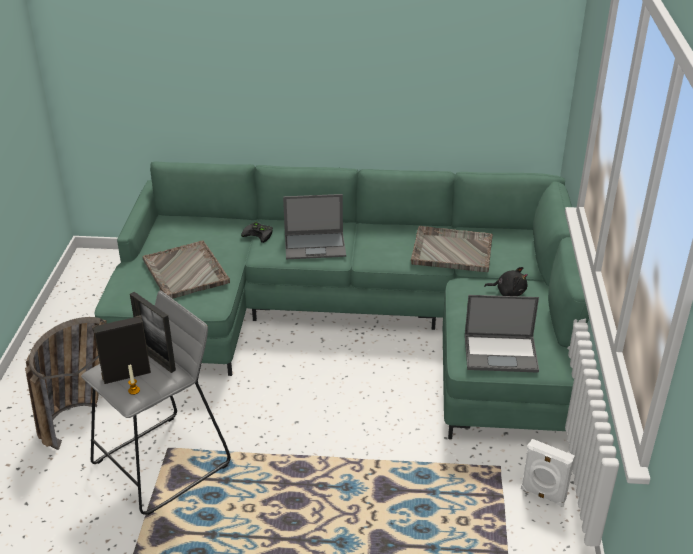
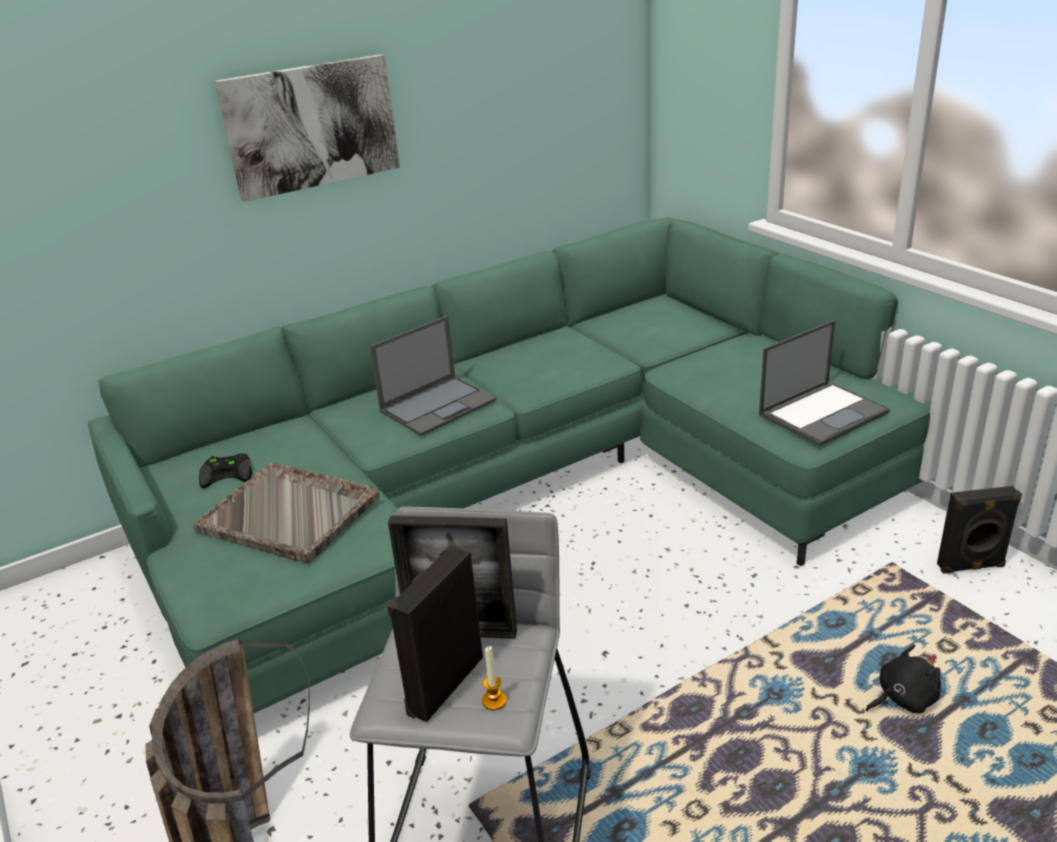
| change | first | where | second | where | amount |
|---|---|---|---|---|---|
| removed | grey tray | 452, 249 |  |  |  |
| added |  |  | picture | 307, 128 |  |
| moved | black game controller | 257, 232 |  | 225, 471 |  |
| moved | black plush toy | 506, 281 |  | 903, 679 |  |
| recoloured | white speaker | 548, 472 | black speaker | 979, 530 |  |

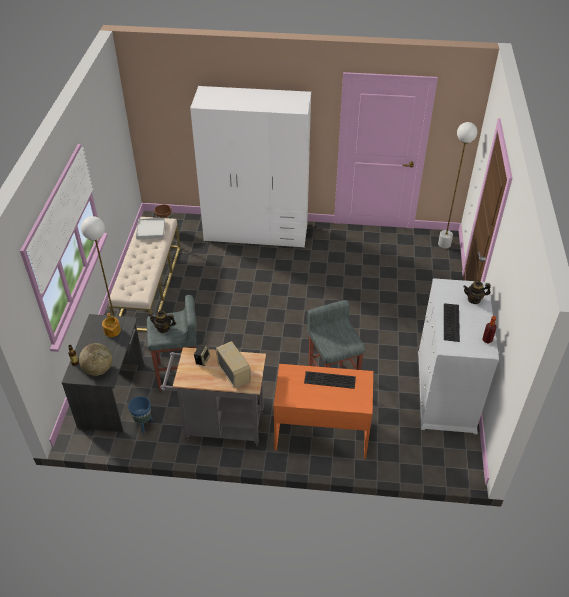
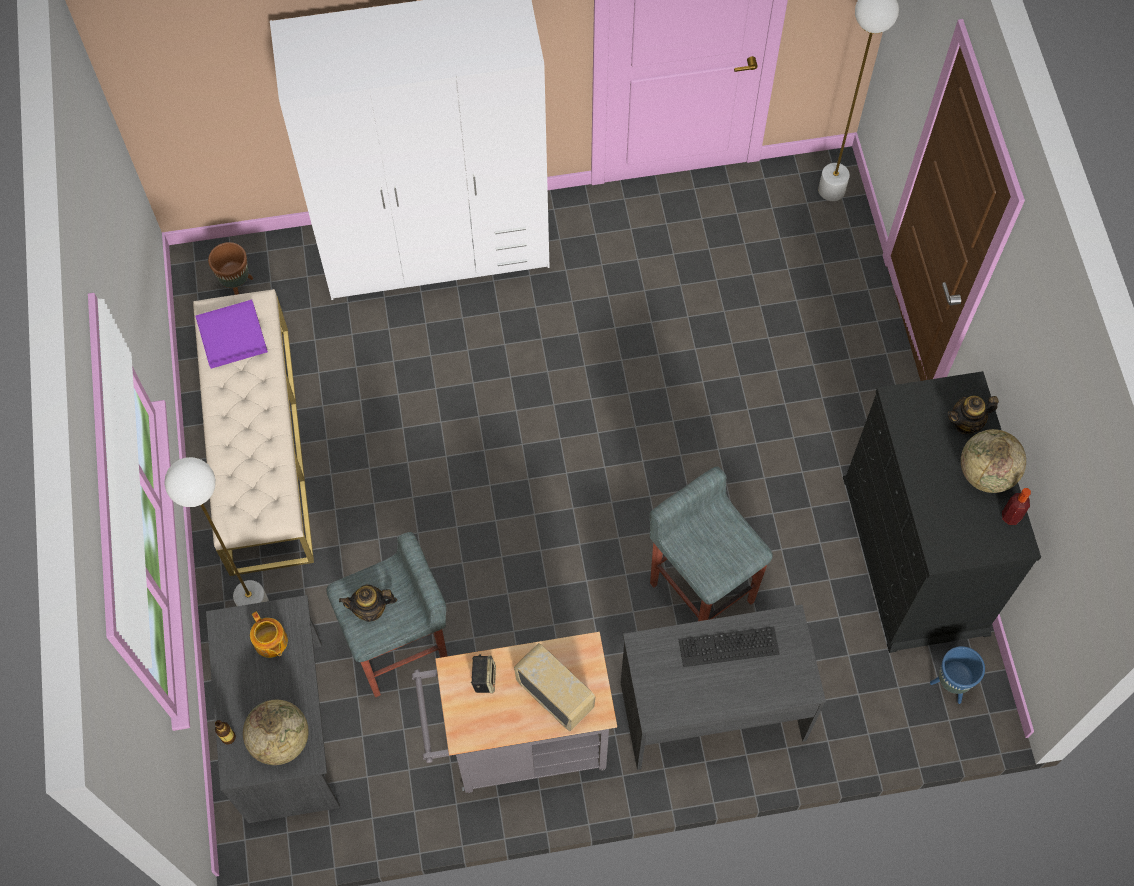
| change | first | where | second | where | amount |
|---|---|---|---|---|---|
| removed | keyboard | 452, 322 |  |  |  |
| added |  |  | globe | 993, 461 |  |
| moved | blue planter | 140, 415 |  | 957, 675 |  |
| recoloured | white tray | 150, 228 | purple tray | 231, 334 |  |
| recoloured | orange desk | 323, 411 | grey desk | 723, 687 |  |
| recoloured | white dresser | 458, 356 | black dresser | 942, 512 |  |

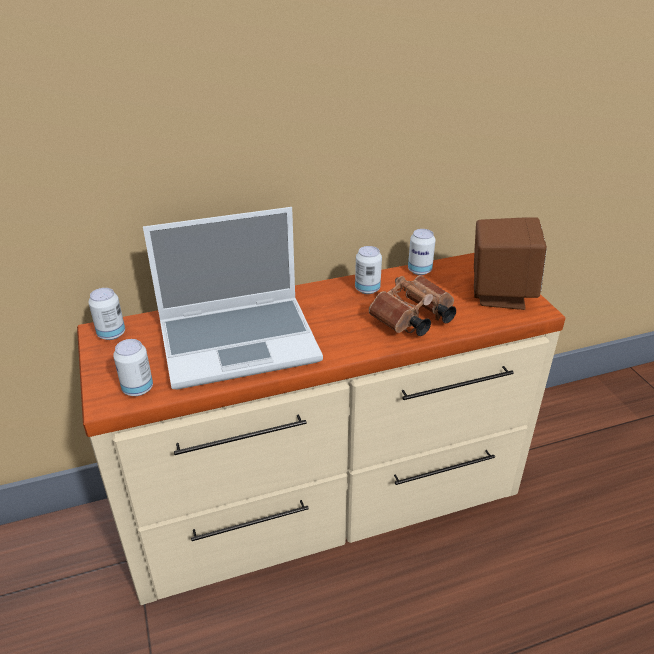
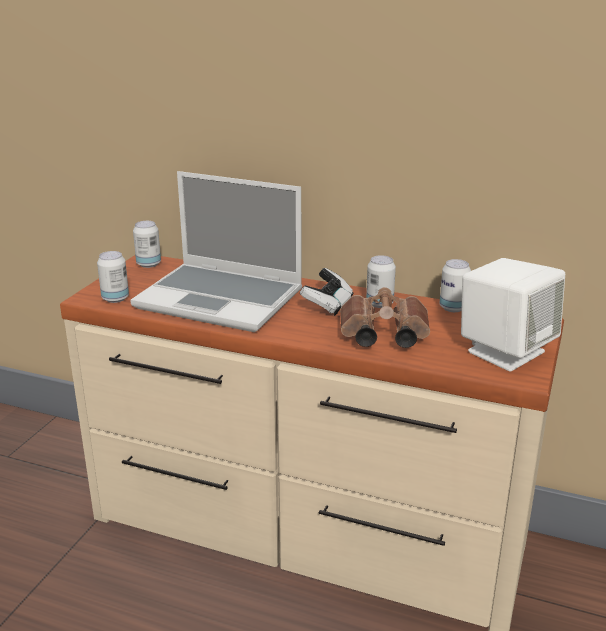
| change | first | where | second | where | amount |
|---|---|---|---|---|---|
| added |  |  | game controller | 326, 292 |  |
| recoloured | brown speaker | 510, 263 | white speaker | 513, 315 |  |

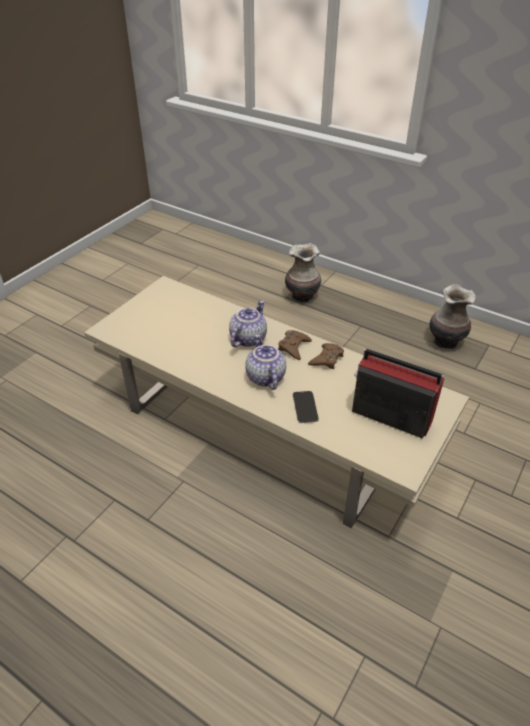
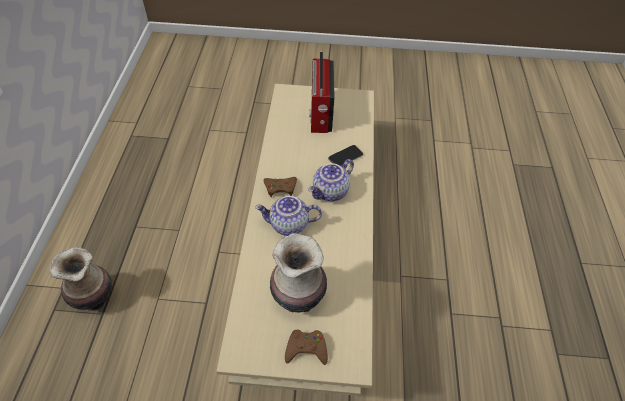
| change | first | where | second | where | amount |
|---|---|---|---|---|---|
| moved | brown game controller | 326, 356 |  | 306, 347 |  |
| moved | vase | 452, 316 |  | 298, 273 |  |

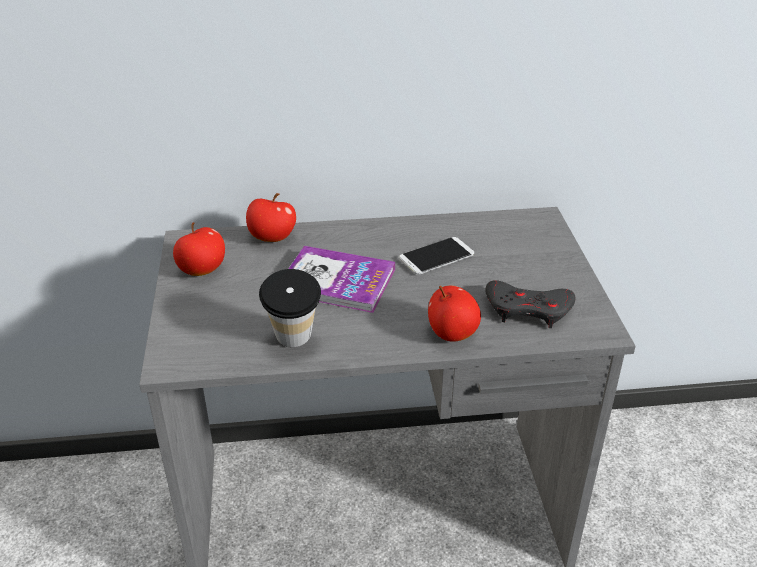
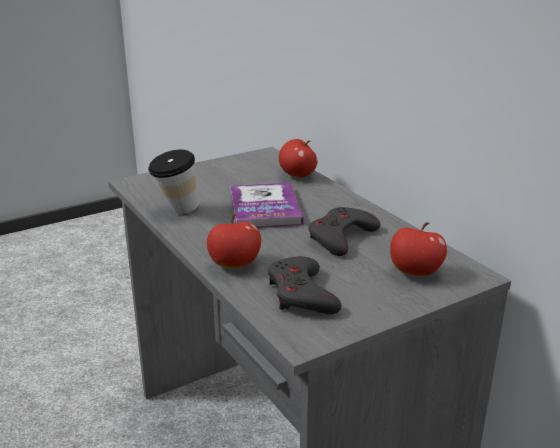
| change | first | where | second | where | amount |
|---|---|---|---|---|---|
| moved | apple | 199, 249 |  | 418, 249 |  |
| replaced | phone | 436, 256 | grey game controller | 344, 231 |  |

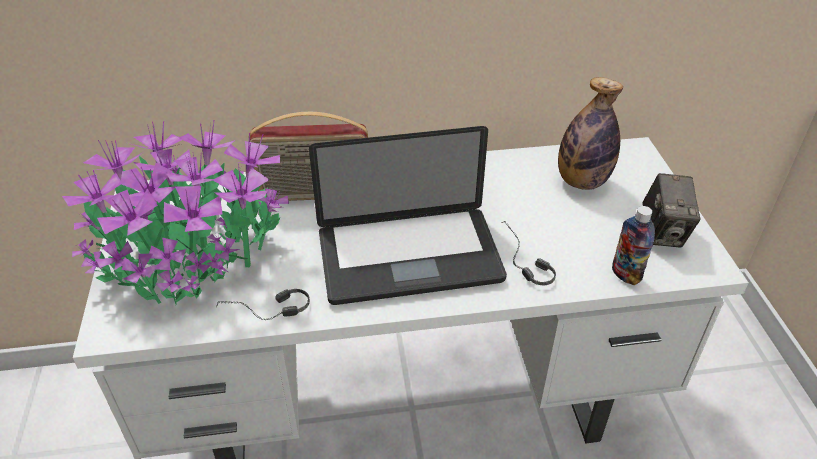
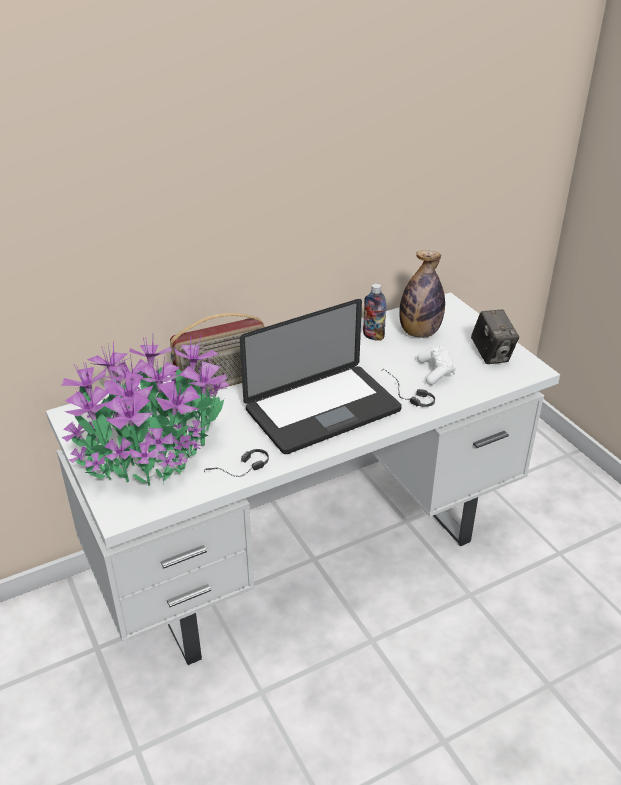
| change | first | where | second | where | amount |
|---|---|---|---|---|---|
| added |  |  | white game controller | 436, 365 |  |
| moved | bottle | 633, 245 |  | 374, 312 |  |

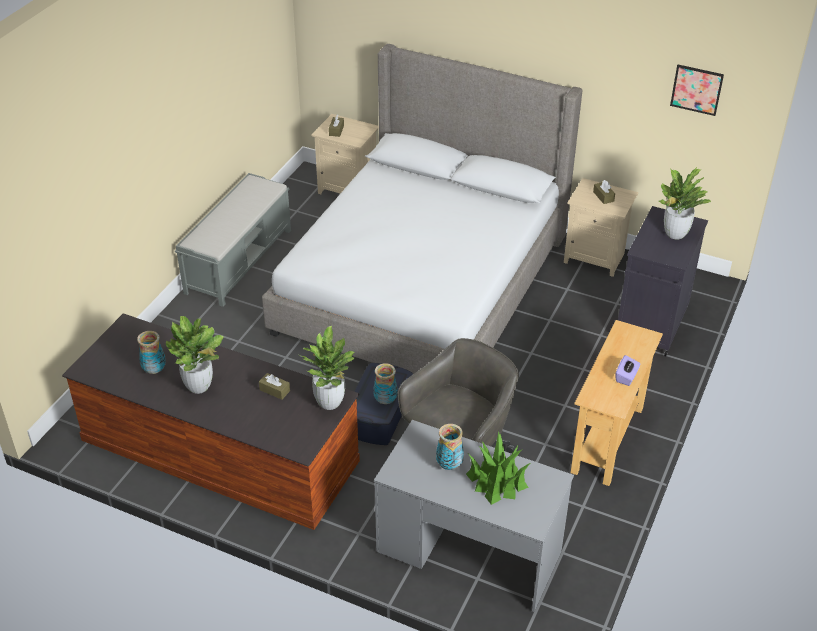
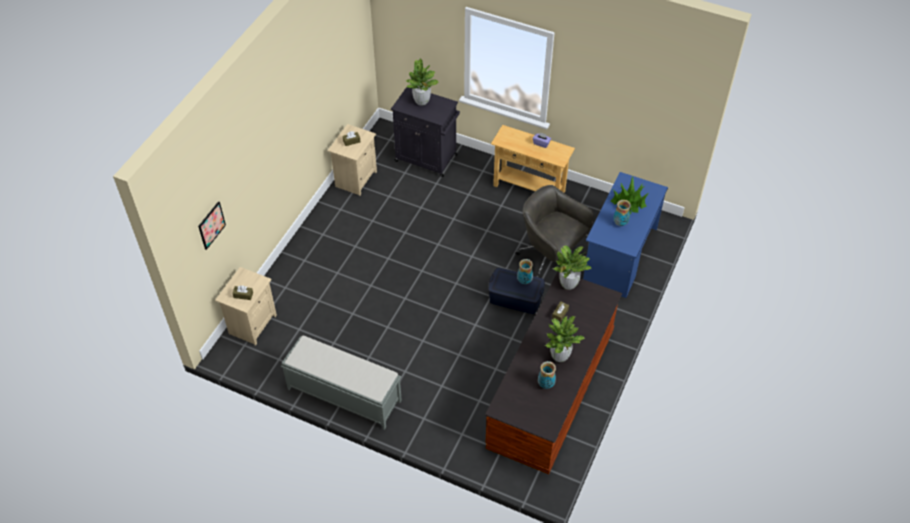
| change | first | where | second | where | amount |
|---|---|---|---|---|---|
| removed | bed | 422, 209 |  |  |  |
| moved | picture | 697, 90 |  | 212, 225 |  |
| recoloured | grey desk | 474, 516 | blue desk | 625, 235 |  |

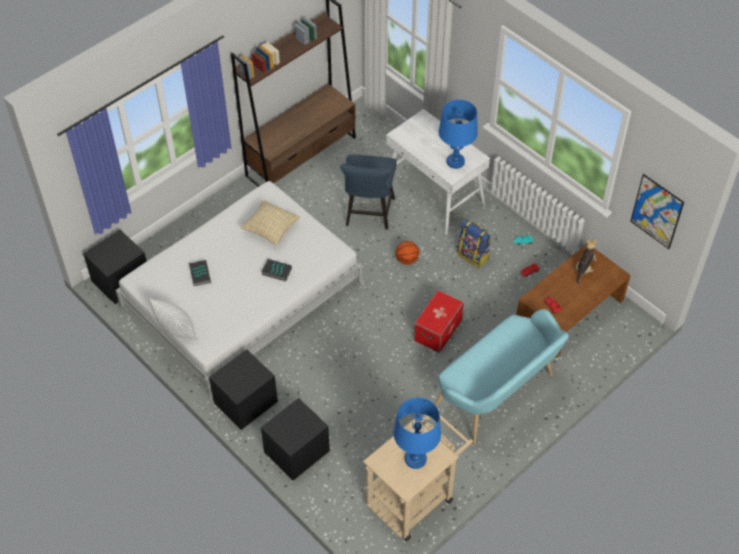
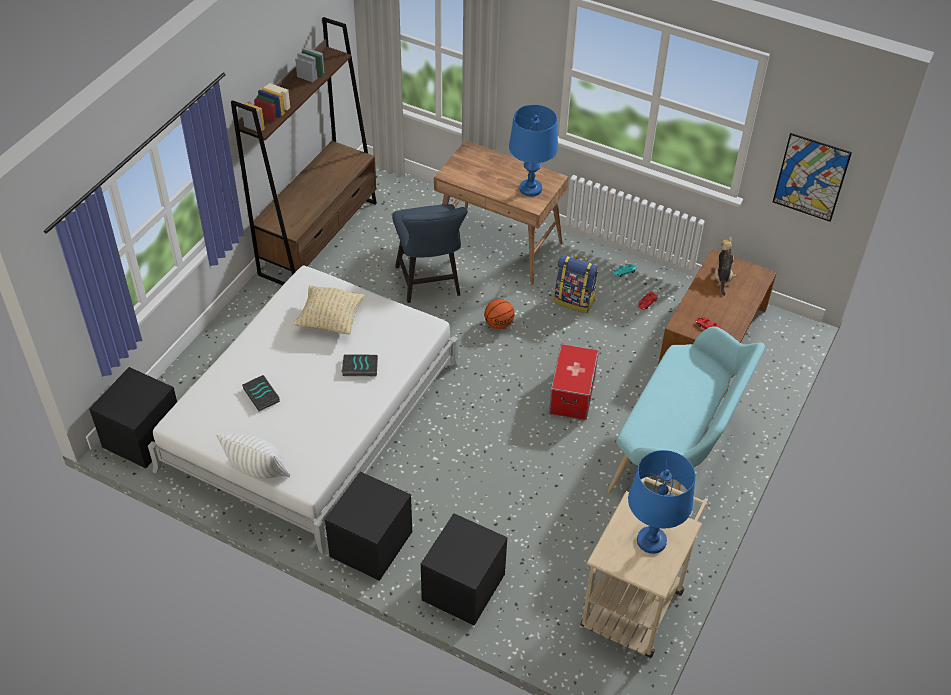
| change | first | where | second | where | amount |
|---|---|---|---|---|---|
| recoloured | white desk | 438, 172 | brown desk | 501, 212 |  |

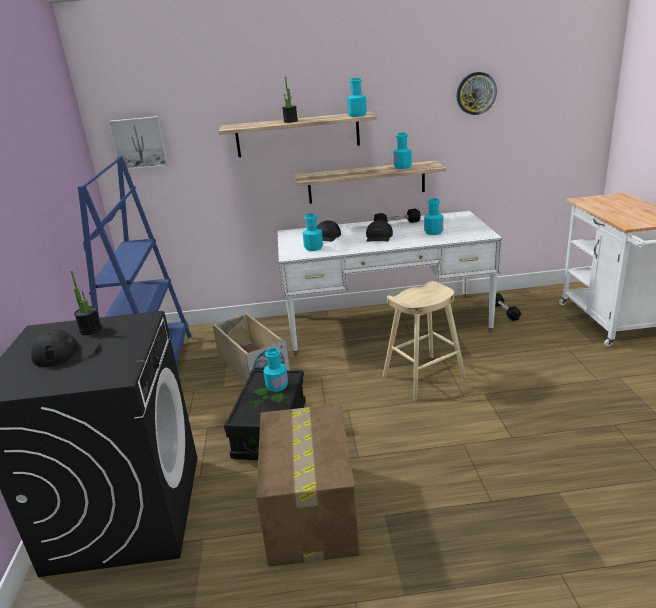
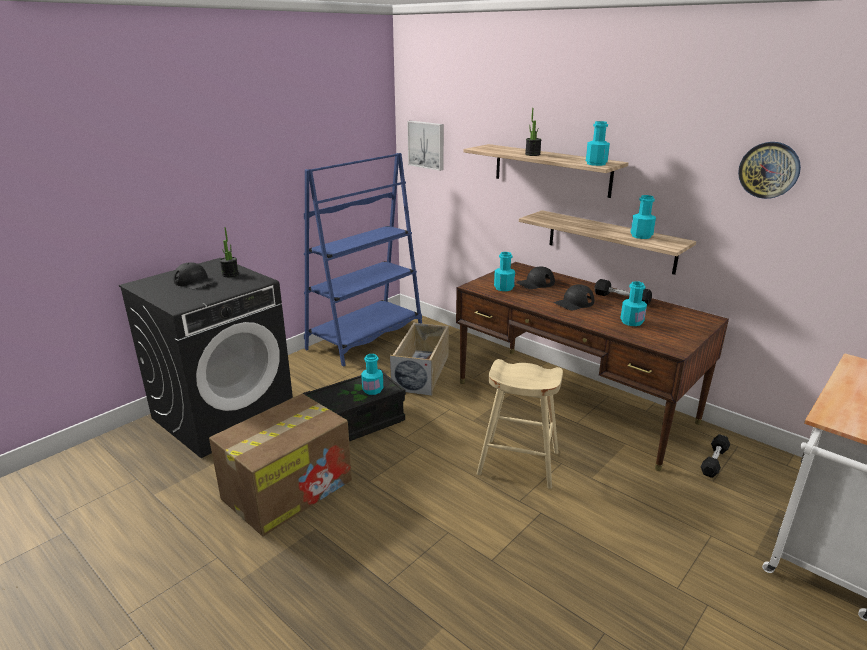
| change | first | where | second | where | amount |
|---|---|---|---|---|---|
| recoloured | white desk | 389, 283 | brown desk | 592, 366 |  |

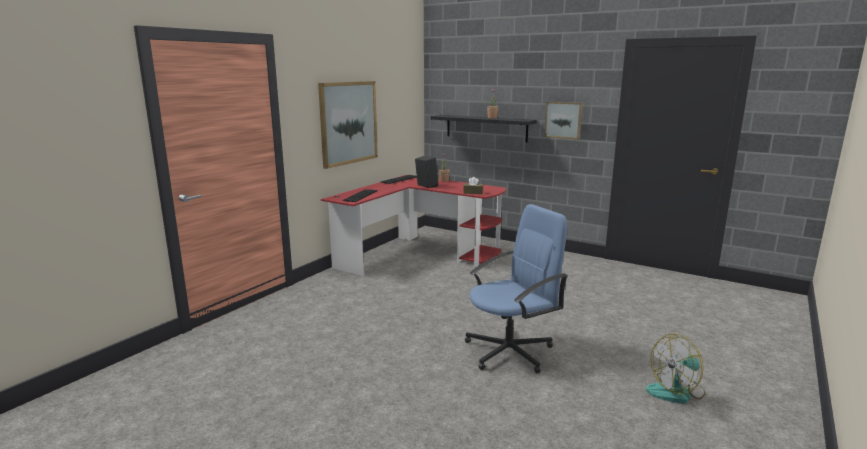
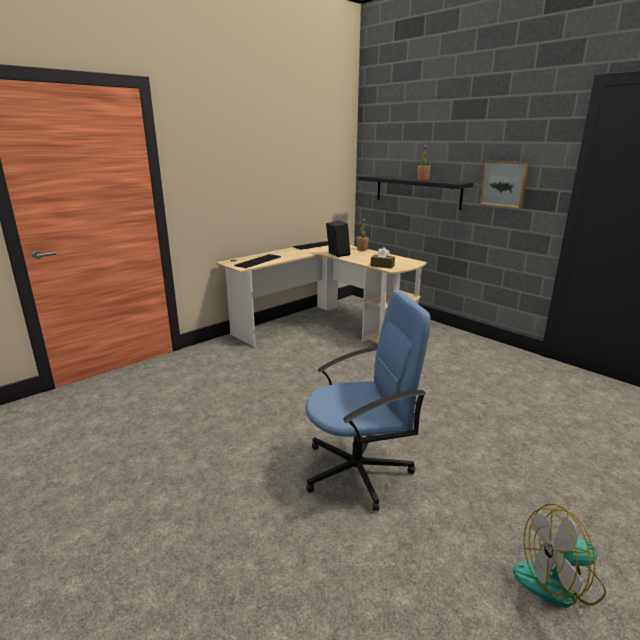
| change | first | where | second | where | amount |
|---|---|---|---|---|---|
| removed | picture | 348, 125 |  |  |  |
| recoloured | red desk | 413, 225 | beige desk | 321, 293 |  |

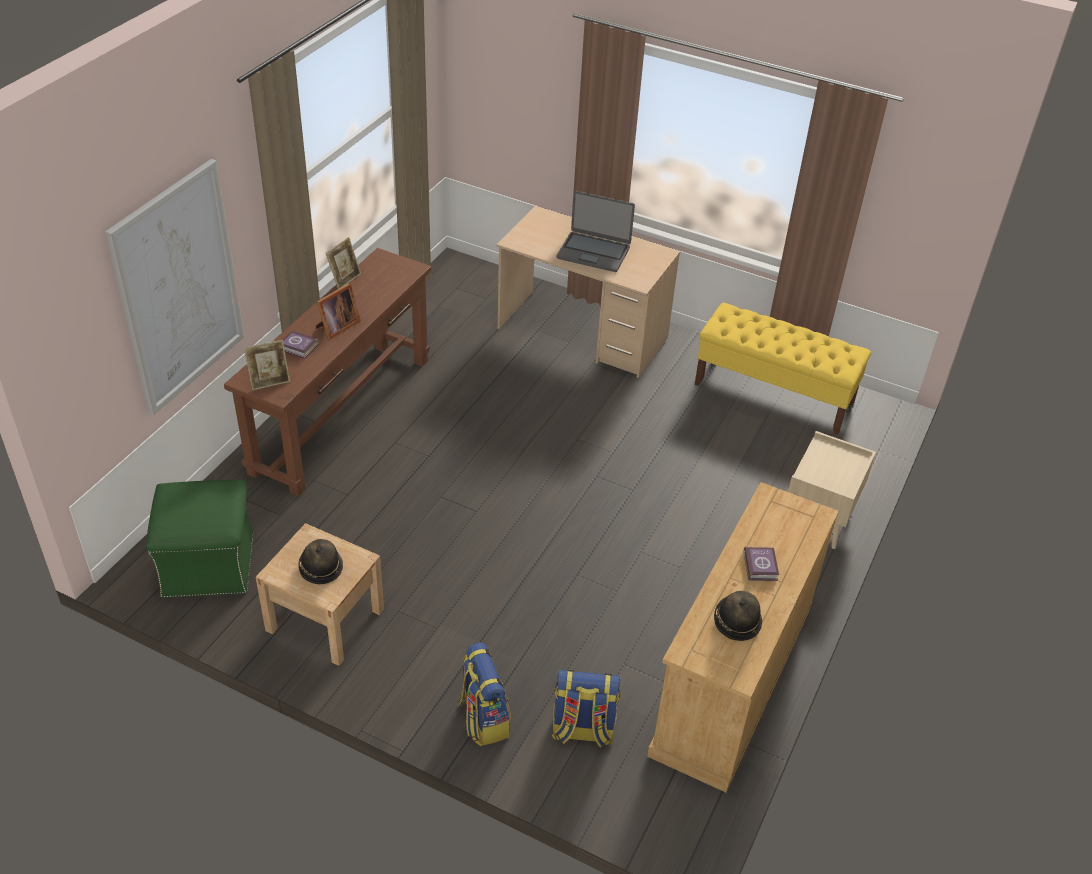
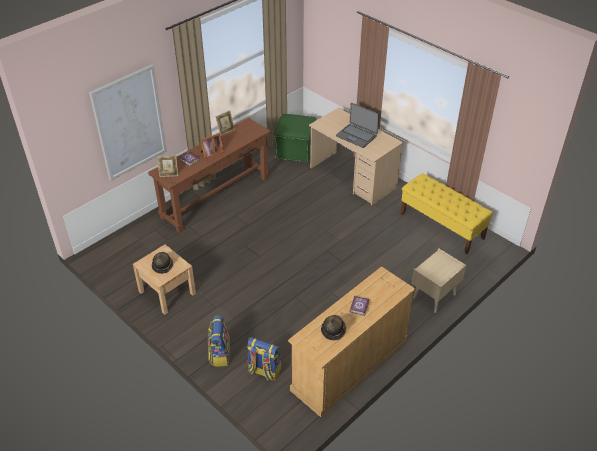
| change | first | where | second | where | amount |
|---|---|---|---|---|---|
| moved | green ottoman | 200, 538 |  | 295, 138 |  |

